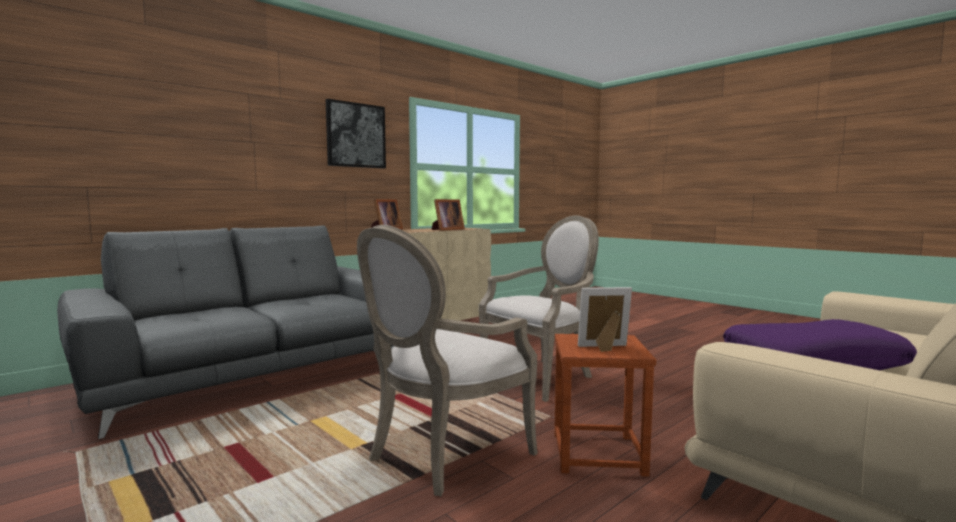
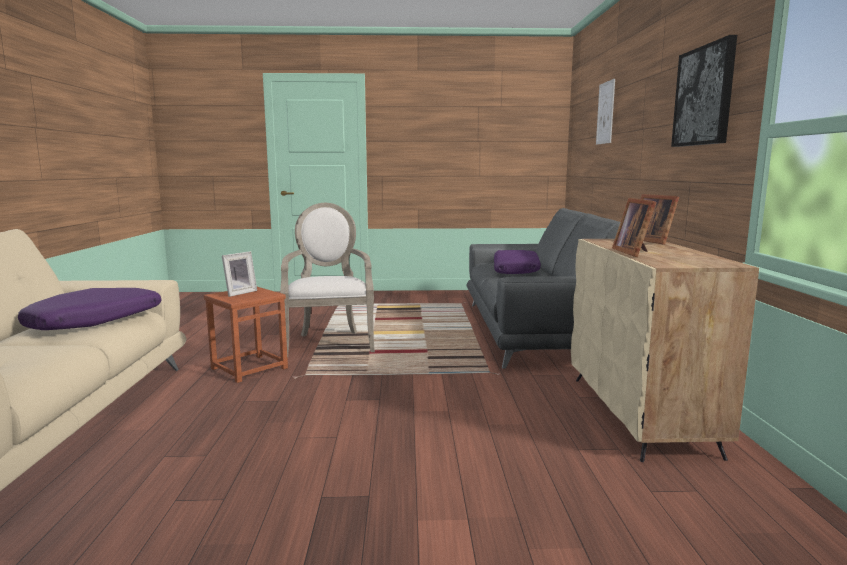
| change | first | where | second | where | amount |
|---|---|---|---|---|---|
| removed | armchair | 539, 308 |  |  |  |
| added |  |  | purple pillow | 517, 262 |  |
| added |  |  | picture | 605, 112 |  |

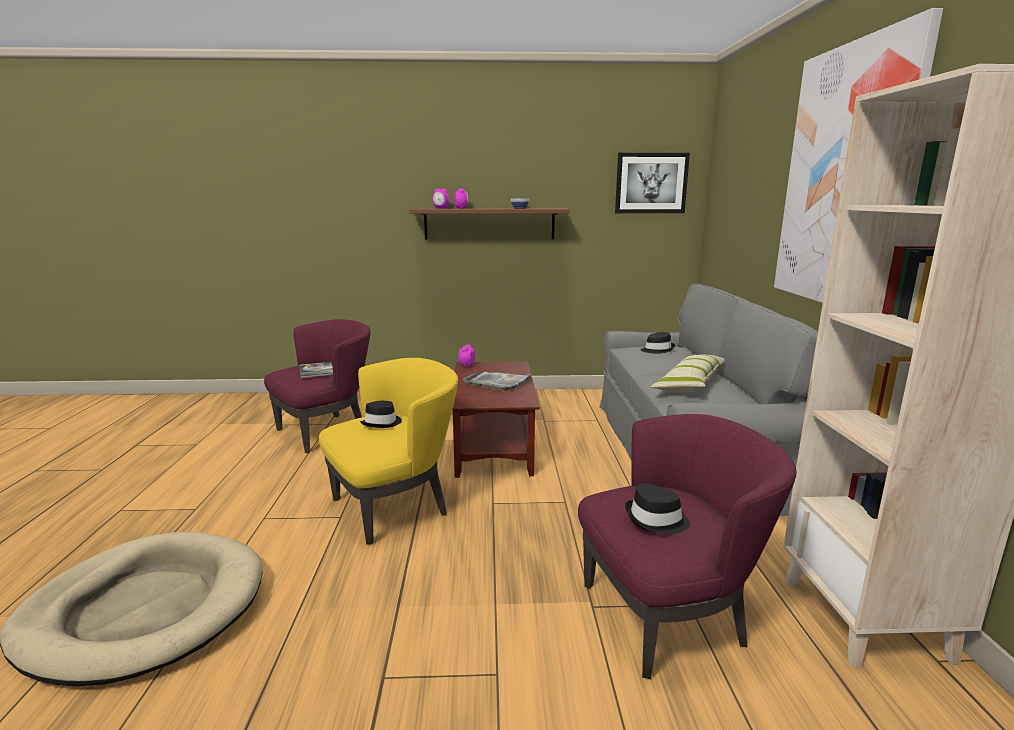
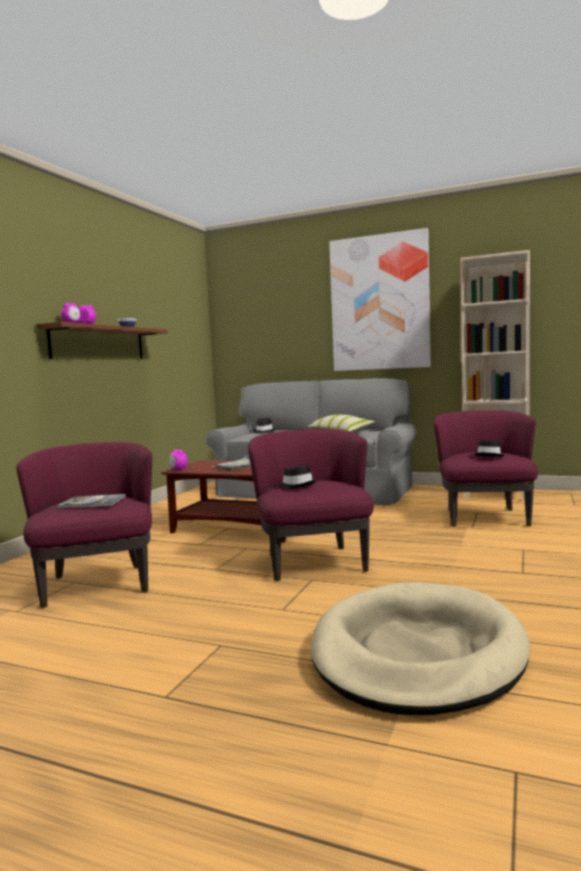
| change | first | where | second | where | amount |
|---|---|---|---|---|---|
| removed | picture | 652, 183 |  |  |  |
| recoloured | yellow armchair | 388, 451 | purple armchair | 311, 505 |  |

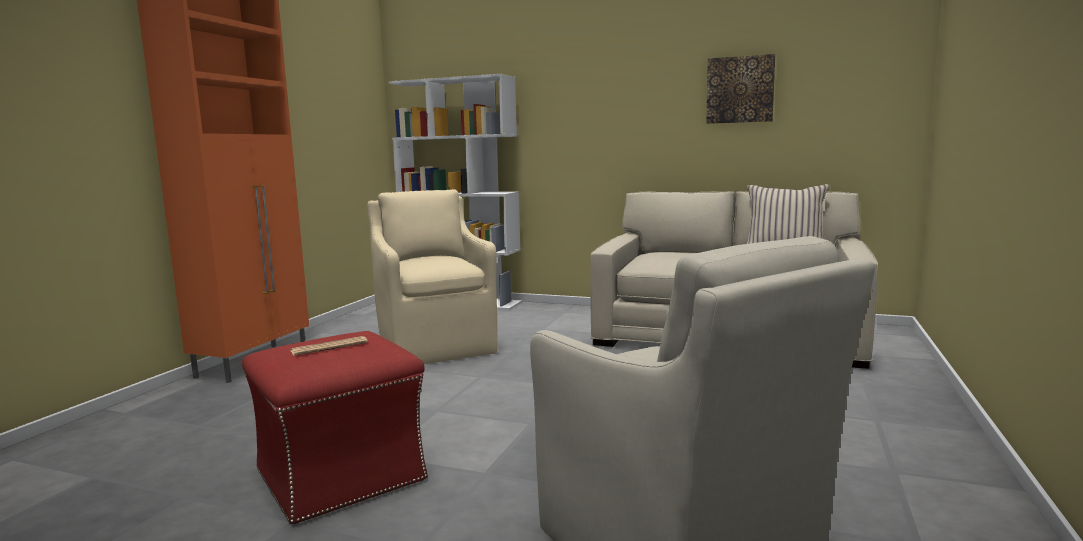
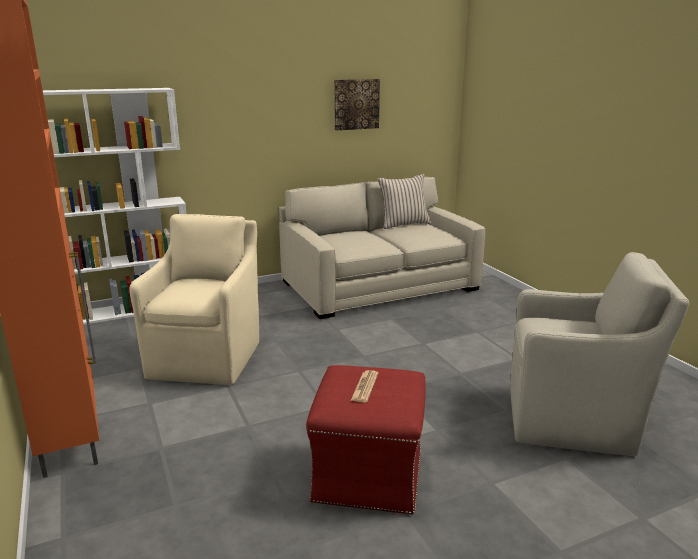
| change | first | where | second | where | amount |
|---|---|---|---|---|---|
| turned | beige armchair | 432, 276 |  | 194, 299 | 75 degrees clockwise |

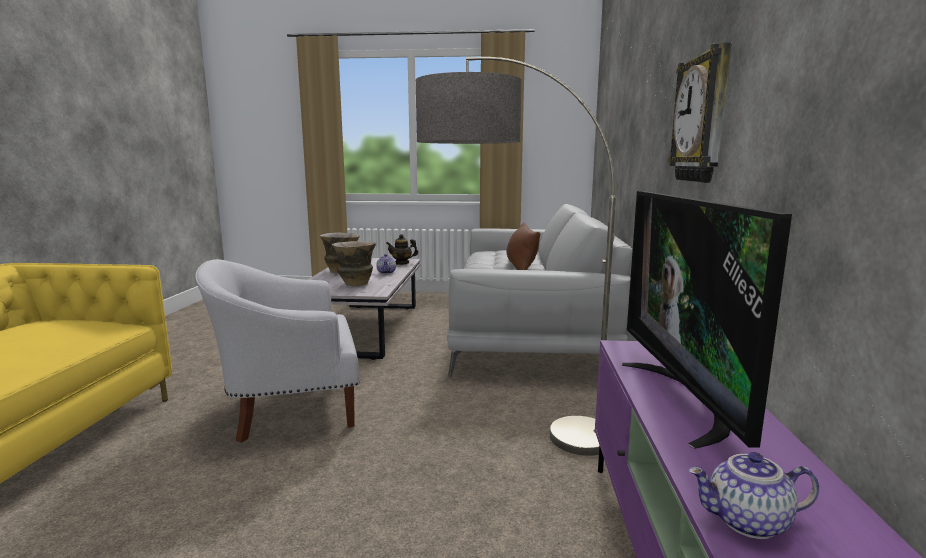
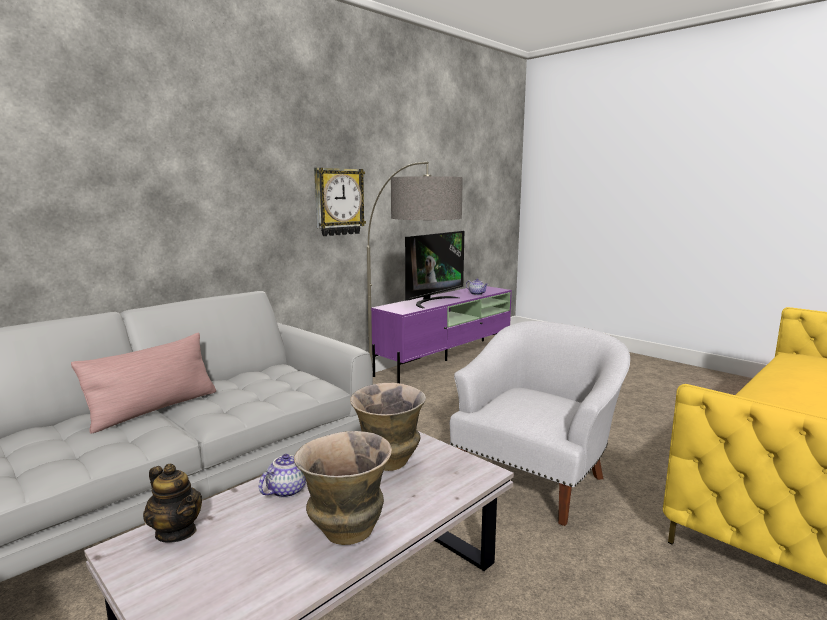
| change | first | where | second | where | amount |
|---|---|---|---|---|---|
| recoloured | brown pillow | 523, 246 | pink pillow | 143, 383 |  |
| turned | white armchair | 277, 351 |  | 540, 423 | 75 degrees counterclockwise |

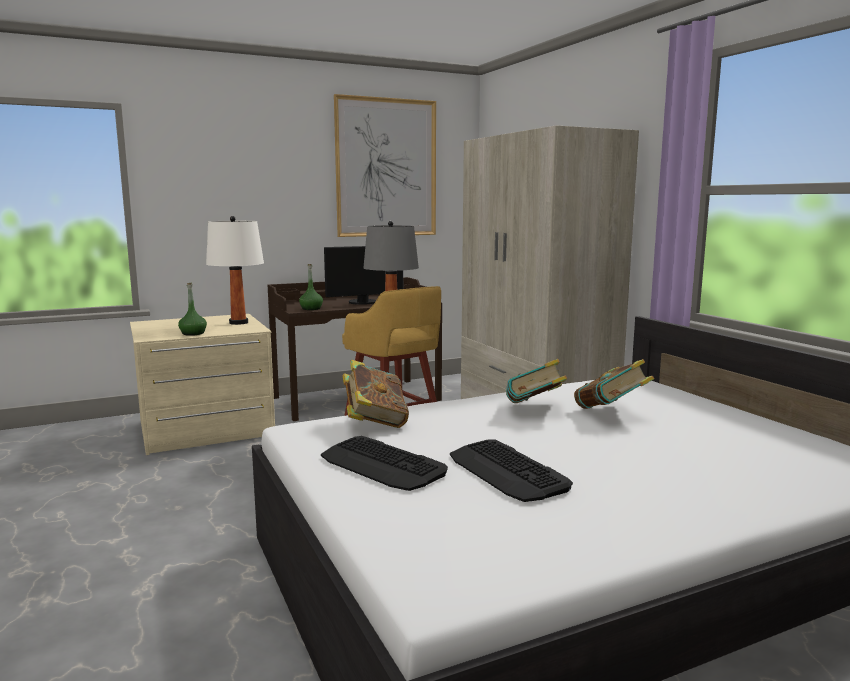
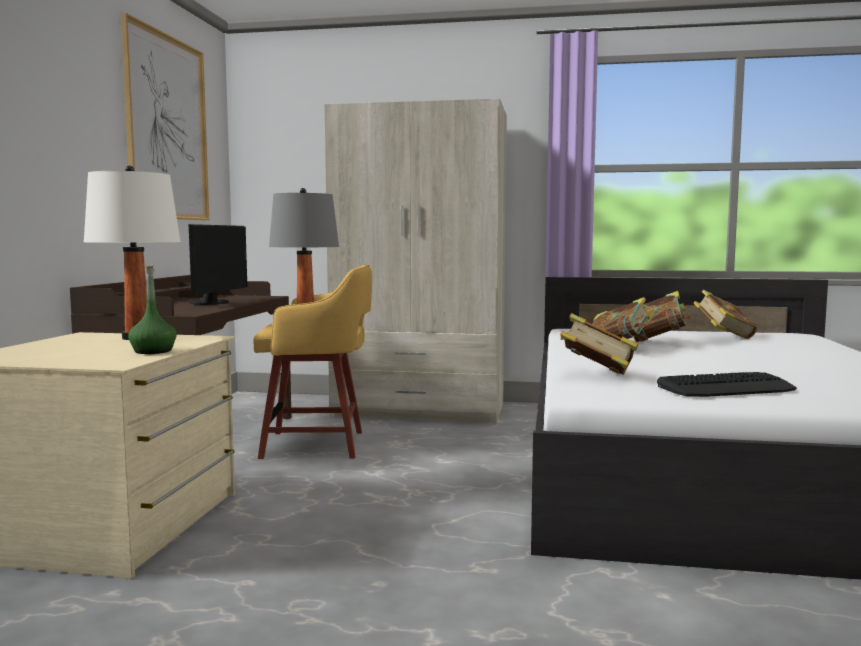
| change | first | where | second | where | amount |
|---|---|---|---|---|---|
| removed | green bottle | 311, 287 |  |  |  |
| removed | keyboard | 511, 470 |  |  |  |
| added |  |  | book | 725, 314 |  |

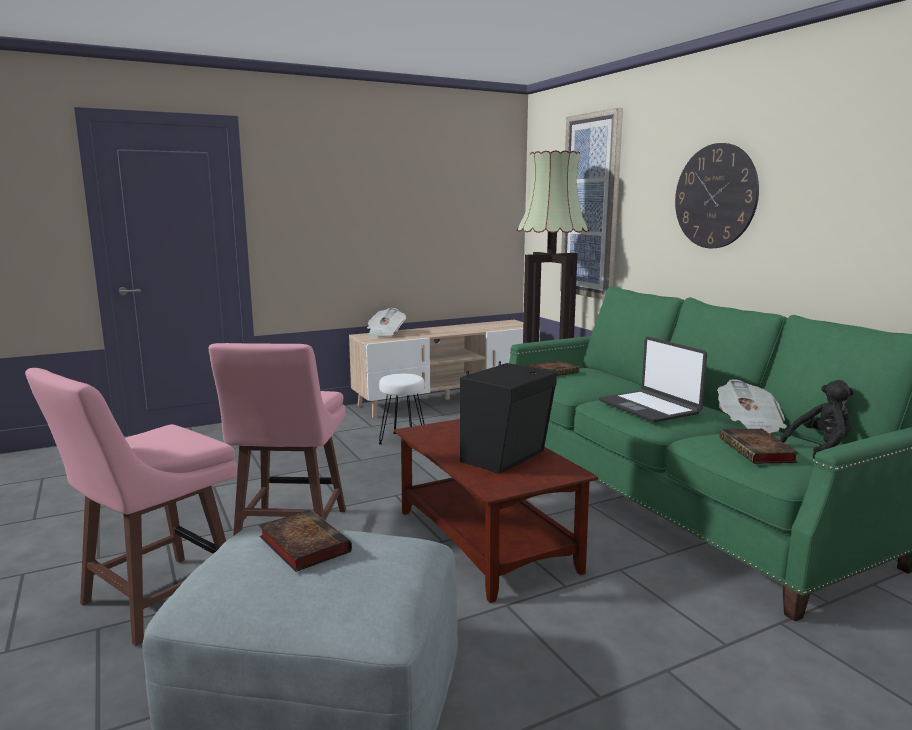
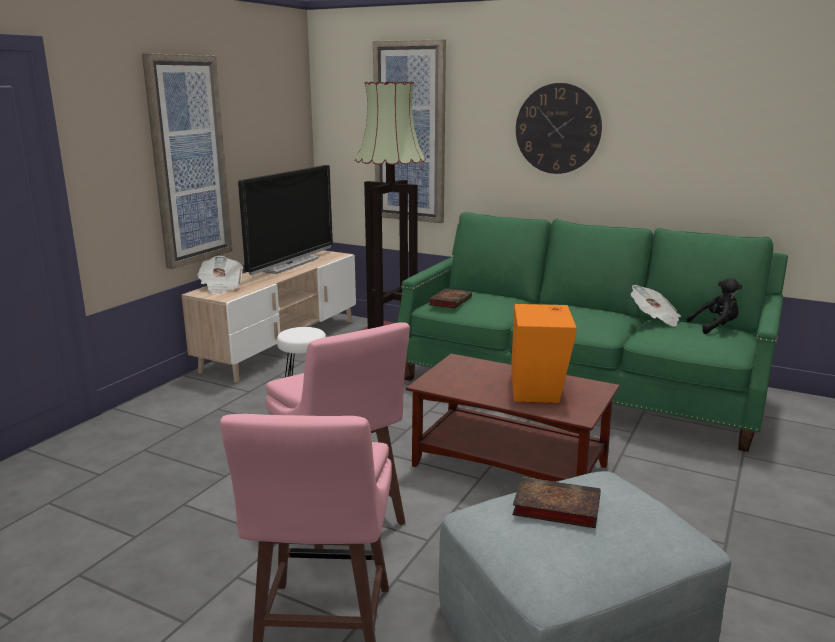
| change | first | where | second | where | amount |
|---|---|---|---|---|---|
| removed | laptop | 653, 379 |  |  |  |
| removed | book | 759, 446 |  |  |  |
| added |  |  | picture | 187, 161 |  |
| added |  |  | television | 285, 220 |  |
| recoloured | black speaker | 508, 417 | orange speaker | 544, 353 |  |
| turned | black plush toy | 817, 419 |  | 715, 306 | 45 degrees clockwise |

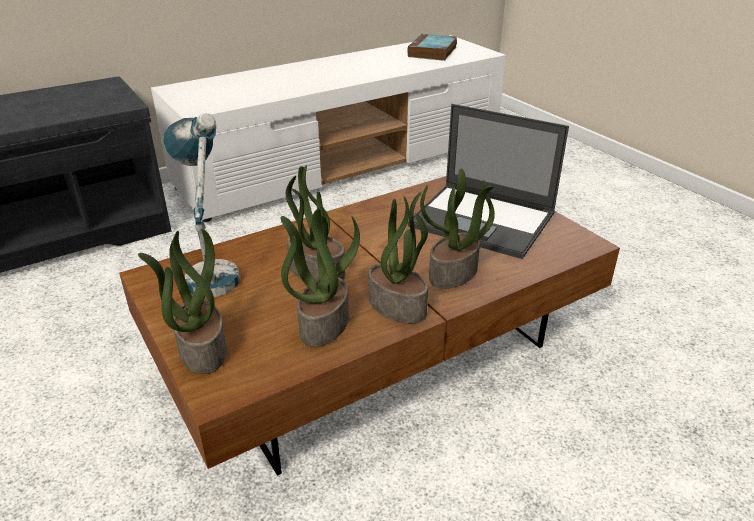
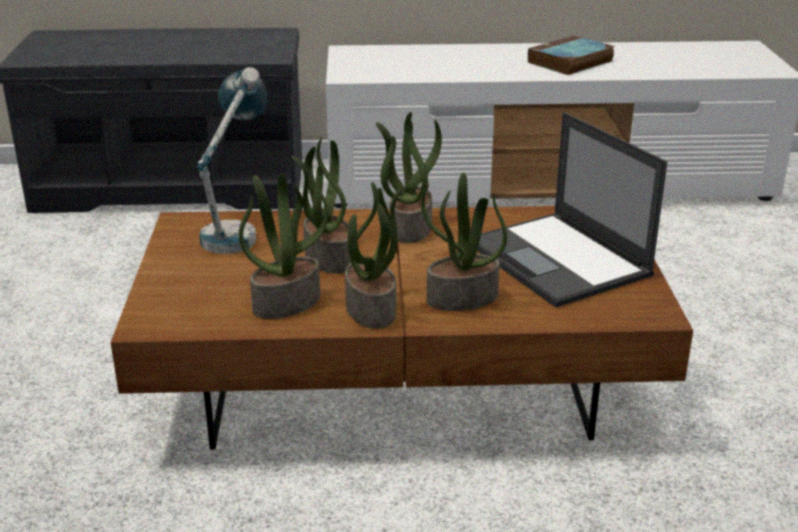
| change | first | where | second | where | amount |
|---|---|---|---|---|---|
| moved | potted plant | 182, 301 |  | 409, 177 |  |
| moved | book | 432, 47 |  | 571, 55 |  |

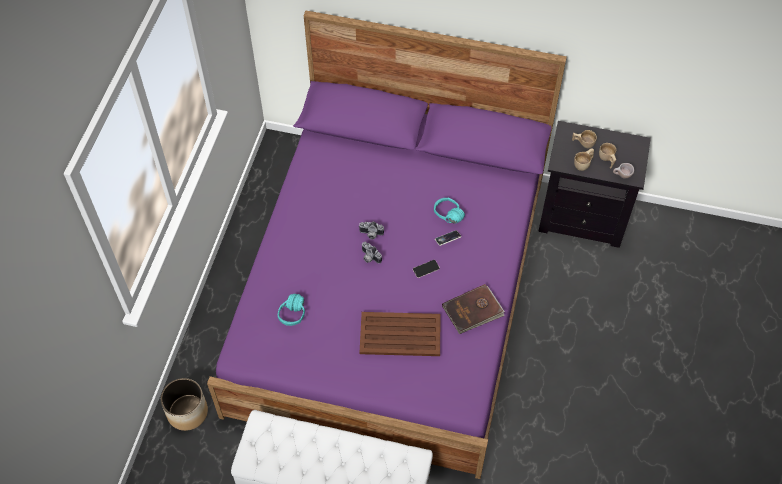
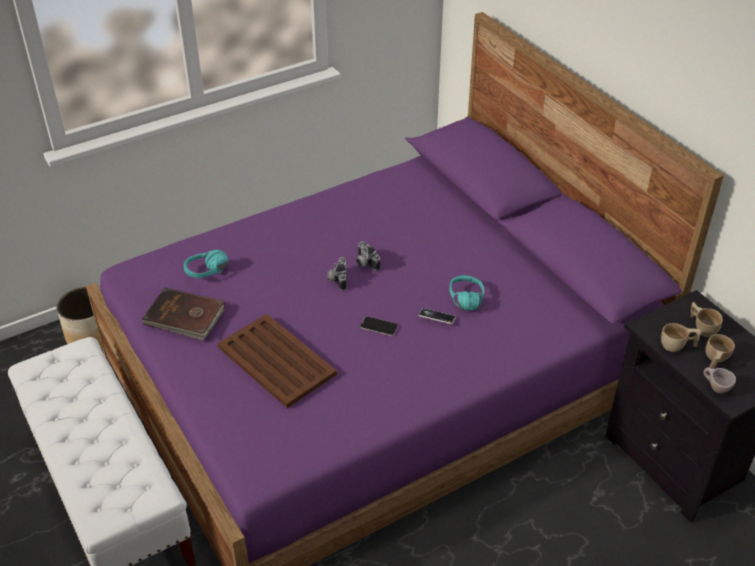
| change | first | where | second | where | amount |
|---|---|---|---|---|---|
| moved | brown book | 473, 309 |  | 183, 313 |  |

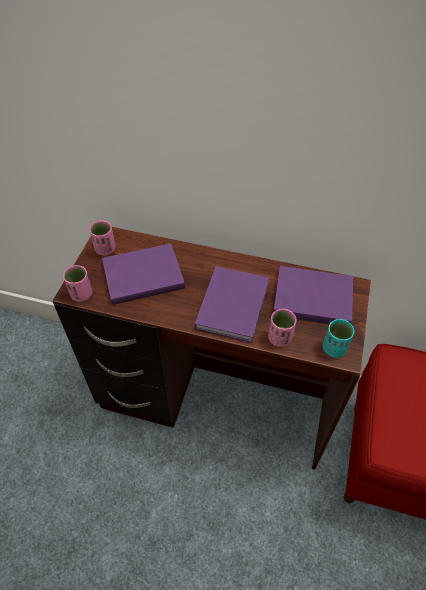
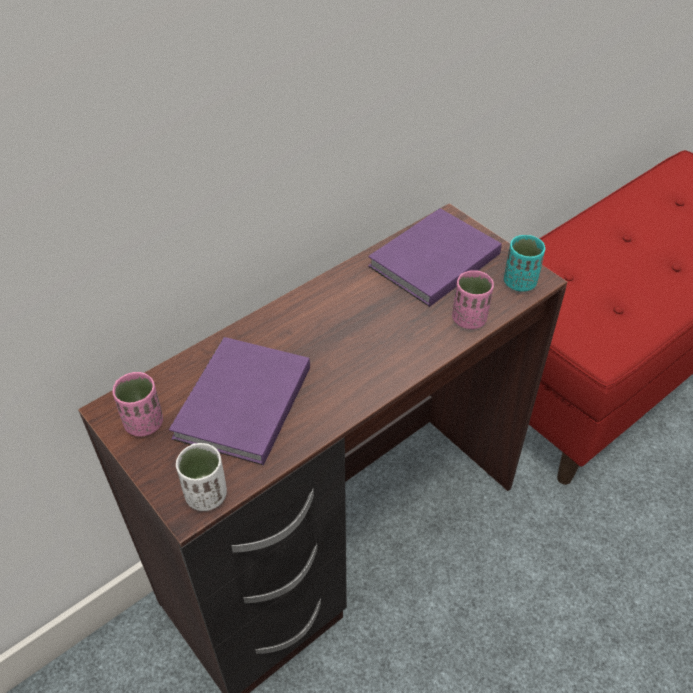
| change | first | where | second | where | amount |
|---|---|---|---|---|---|
| removed | purple book | 232, 304 |  |  |  |
| recoloured | pink cup | 78, 283 | white cup | 201, 477 |  |

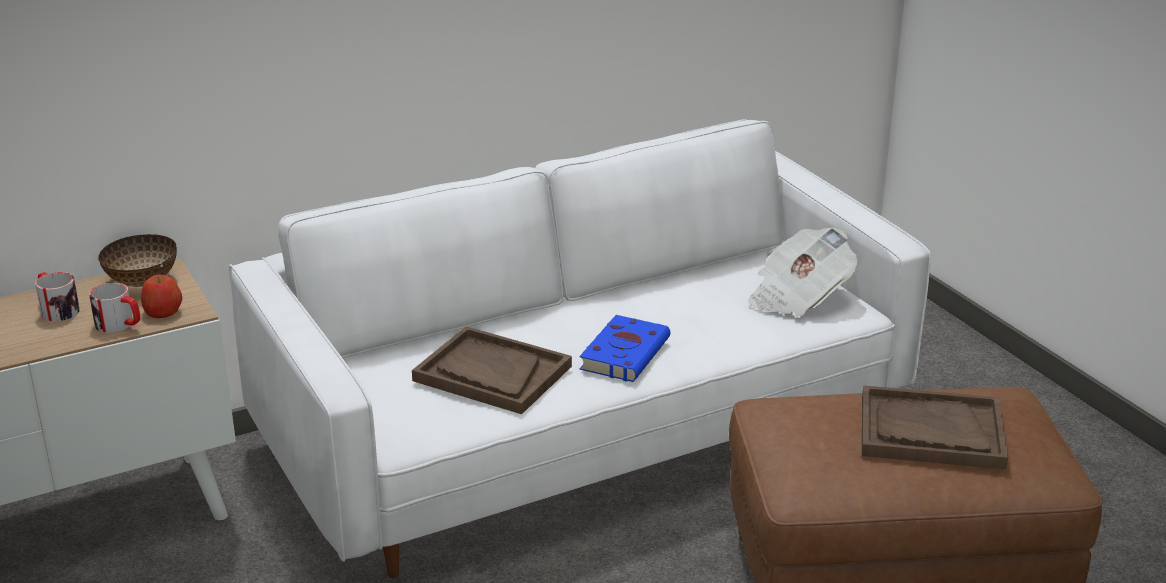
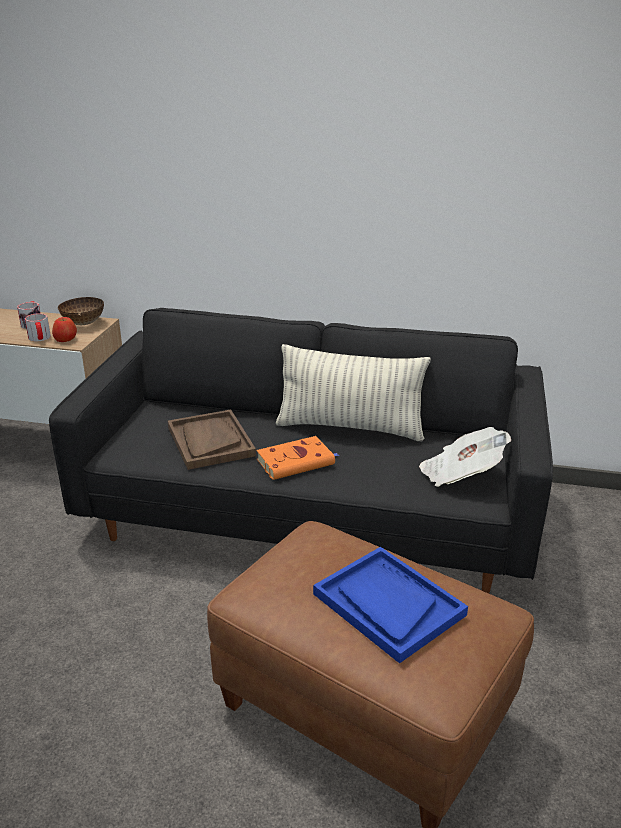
| change | first | where | second | where | amount |
|---|---|---|---|---|---|
| added |  |  | pillow | 353, 392 |  |
| recoloured | white sofa | 580, 348 | black sofa | 301, 451 |  |
| recoloured | blue book | 625, 348 | orange book | 298, 458 |  |
| recoloured | brown tray | 935, 427 | blue tray | 390, 605 |  |

